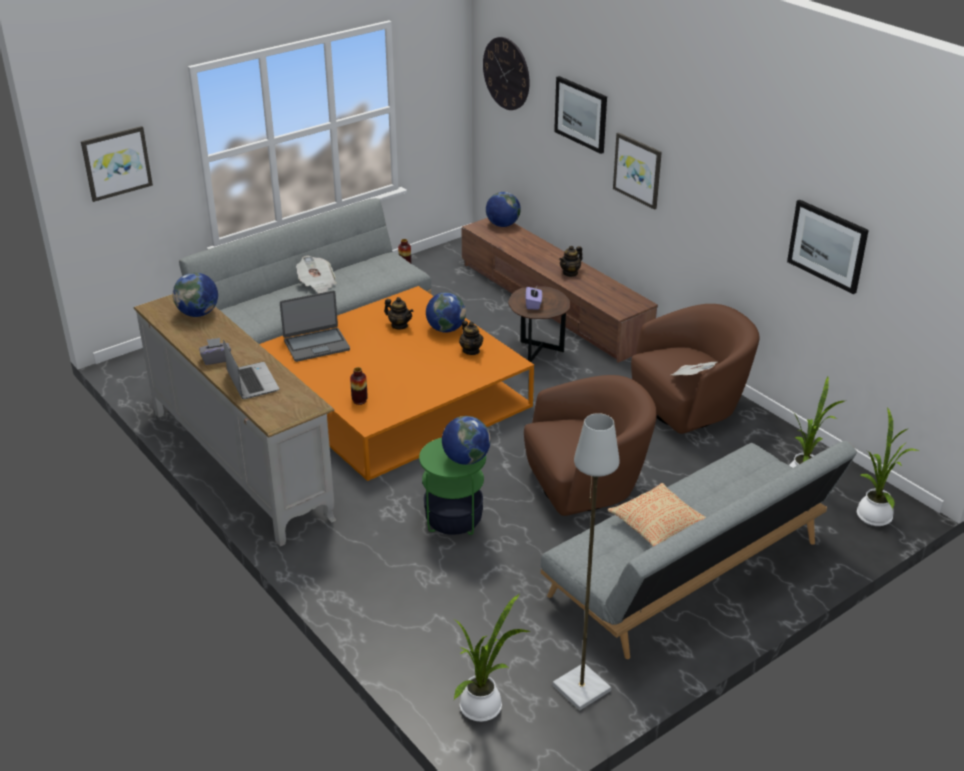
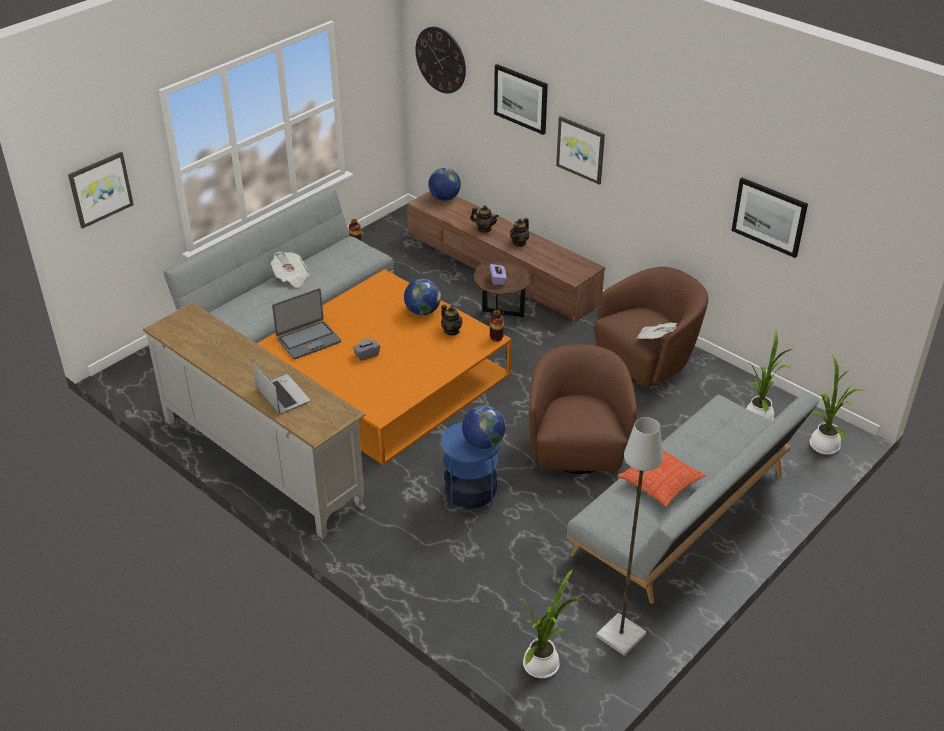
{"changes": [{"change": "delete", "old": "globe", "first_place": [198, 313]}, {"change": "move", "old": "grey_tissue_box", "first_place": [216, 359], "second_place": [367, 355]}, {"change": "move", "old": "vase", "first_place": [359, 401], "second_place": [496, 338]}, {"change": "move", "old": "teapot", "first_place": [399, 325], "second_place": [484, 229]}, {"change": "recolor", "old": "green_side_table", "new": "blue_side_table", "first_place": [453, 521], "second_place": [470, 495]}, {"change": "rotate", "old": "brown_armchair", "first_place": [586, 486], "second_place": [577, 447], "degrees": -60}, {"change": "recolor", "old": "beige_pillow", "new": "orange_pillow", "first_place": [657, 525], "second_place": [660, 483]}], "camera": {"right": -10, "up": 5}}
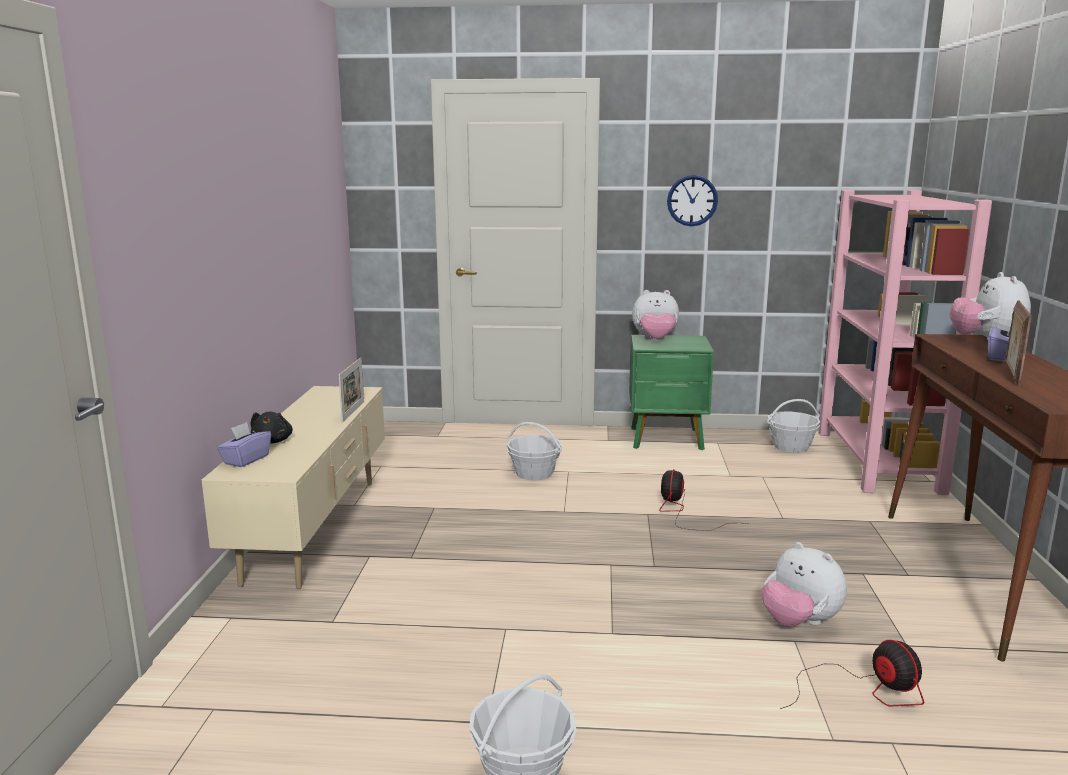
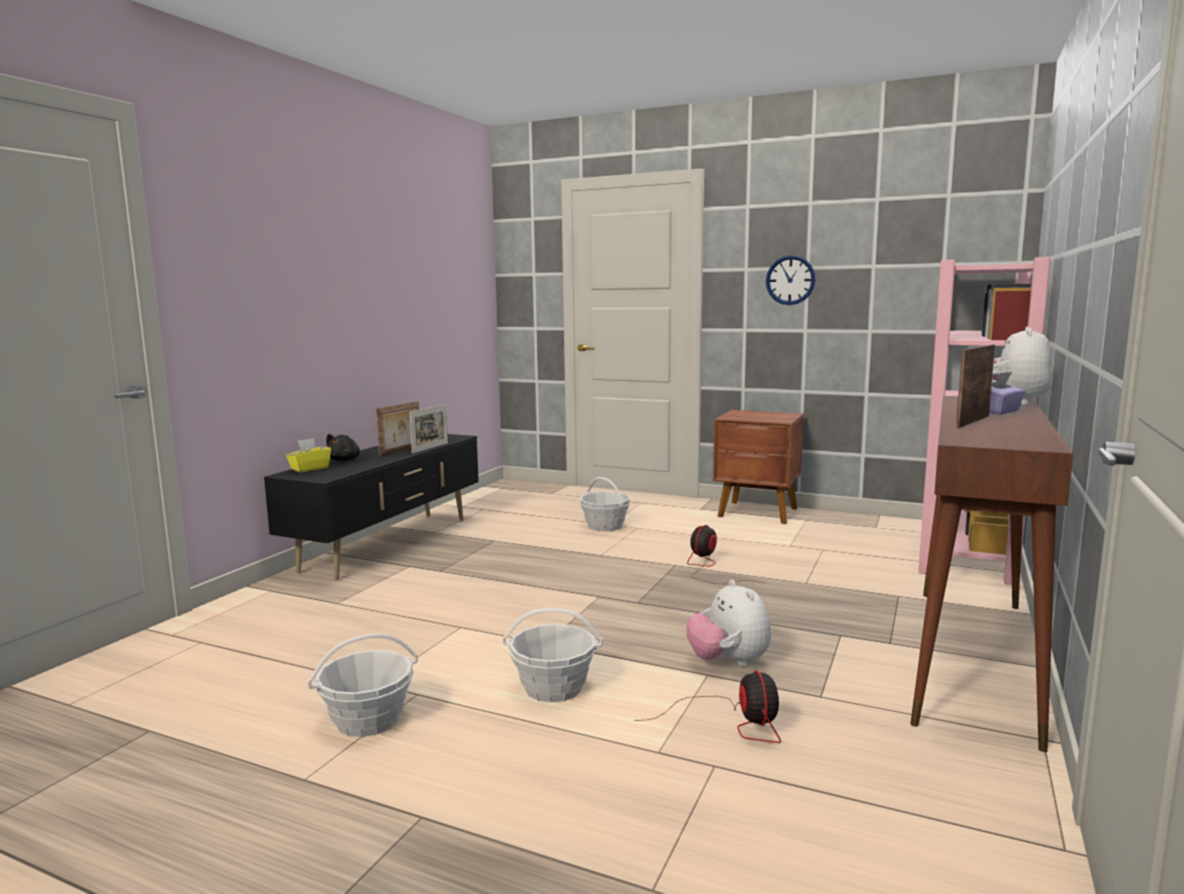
{"changes": [{"change": "recolor", "old": "beige_tv_stand", "new": "black_tv_stand", "first_place": [315, 528], "second_place": [390, 544]}, {"change": "recolor", "old": "purple_tissue_box", "new": "yellow_tissue_box", "first_place": [246, 460], "second_place": [309, 468]}, {"change": "recolor", "old": "green_nightstand", "new": "brown_nightstand", "first_place": [667, 439], "second_place": [758, 513]}, {"change": "delete", "old": "plush_toy", "first_place": [655, 340]}, {"change": "move", "old": "basket", "first_place": [791, 446], "second_place": [553, 688]}, {"change": "insert", "new": "picture_frame", "second_place": [401, 450]}], "camera": {"right": 20, "up": -5}}
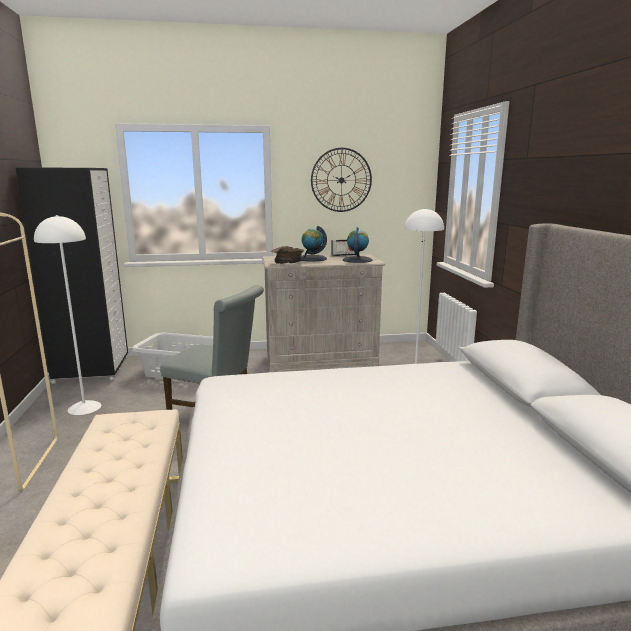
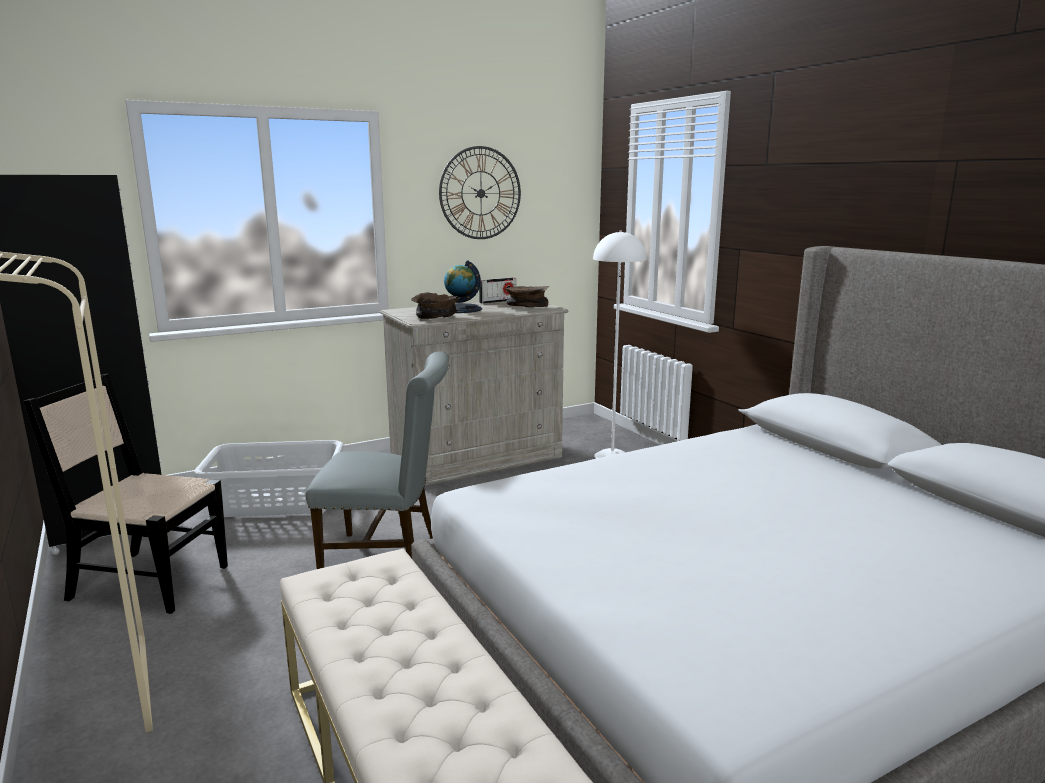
{"changes": [{"change": "replace", "old": "white_floor_lamp", "new": "chair", "first_place": [84, 407], "second_place": [150, 582]}, {"change": "replace", "old": "globe", "new": "brown_bowl", "first_place": [357, 260], "second_place": [525, 307]}], "camera": {"right": -20, "up": 0}}
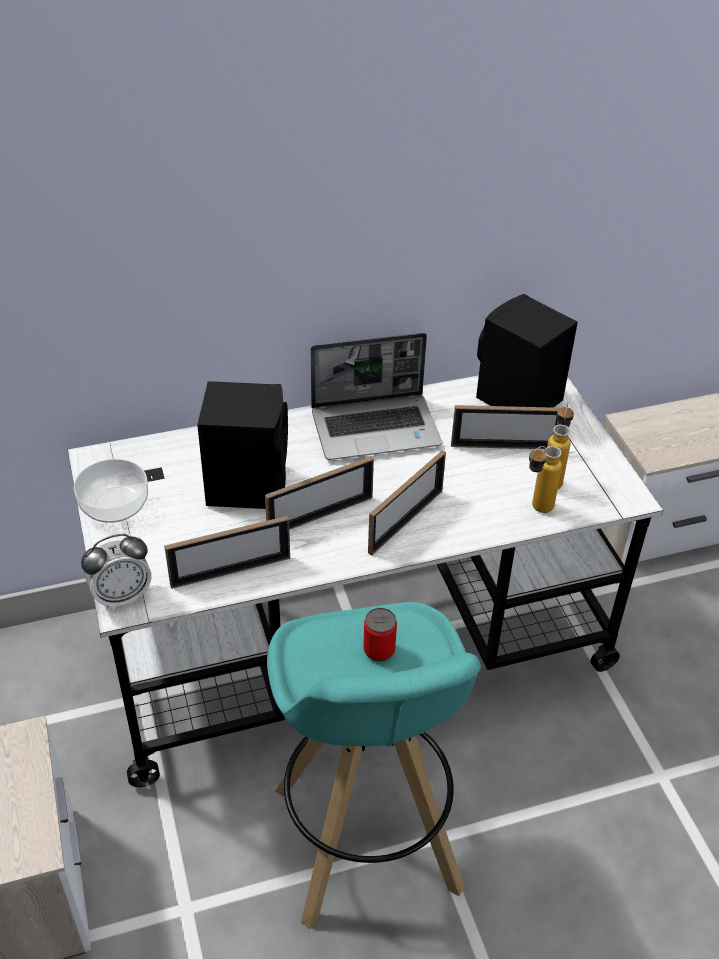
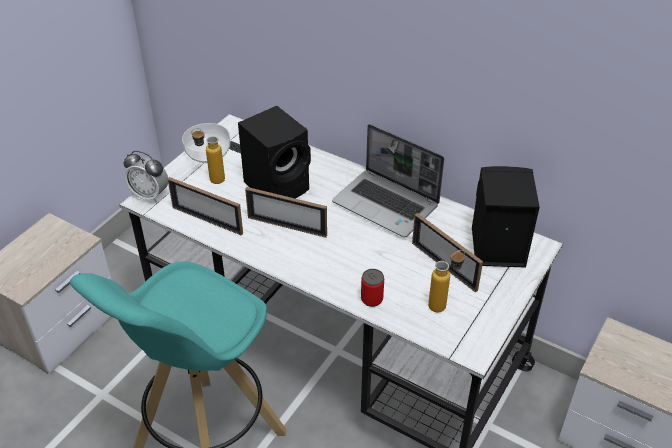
{"changes": [{"change": "move", "old": "can", "first_place": [379, 650], "second_place": [372, 299]}, {"change": "delete", "old": "picture_frame", "first_place": [406, 521]}, {"change": "move", "old": "bottle", "first_place": [535, 510], "second_place": [211, 179]}], "camera": {"right": 50, "up": 0}}
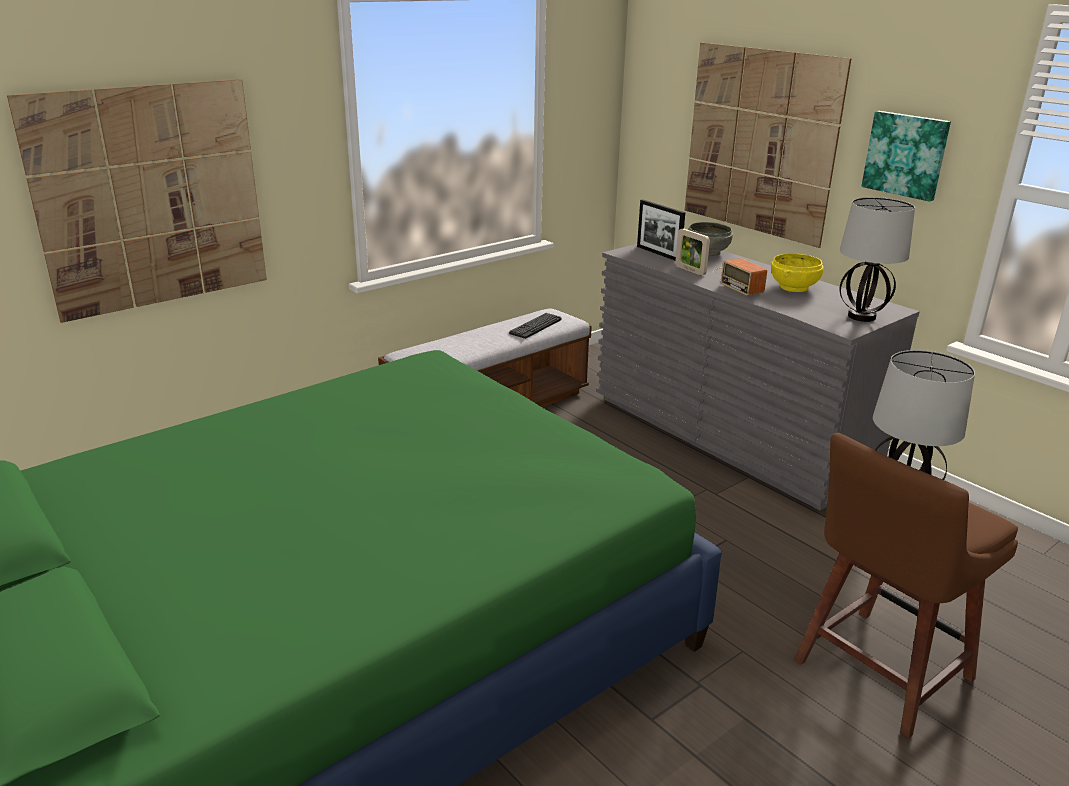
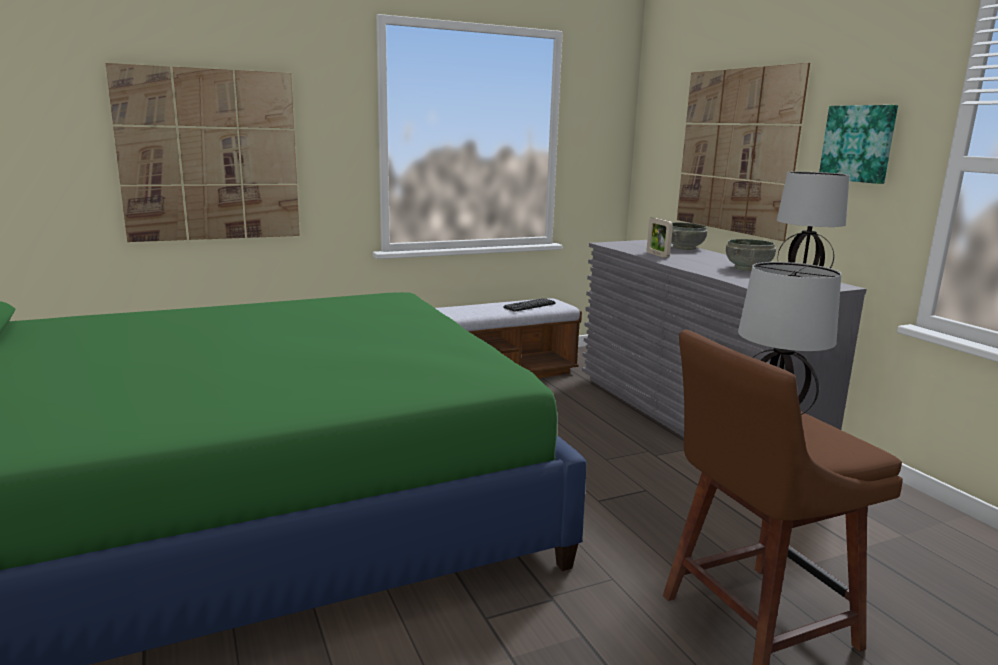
{"changes": [{"change": "delete", "old": "picture_frame", "first_place": [658, 253]}, {"change": "delete", "old": "radio", "first_place": [739, 280]}, {"change": "recolor", "old": "yellow_bowl", "new": "grey_bowl", "first_place": [794, 287], "second_place": [748, 268]}], "camera": {"right": 15, "up": -10}}
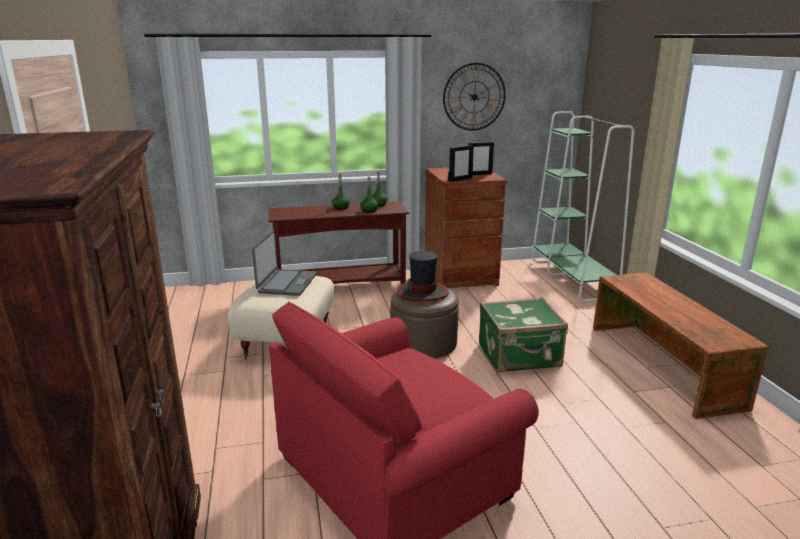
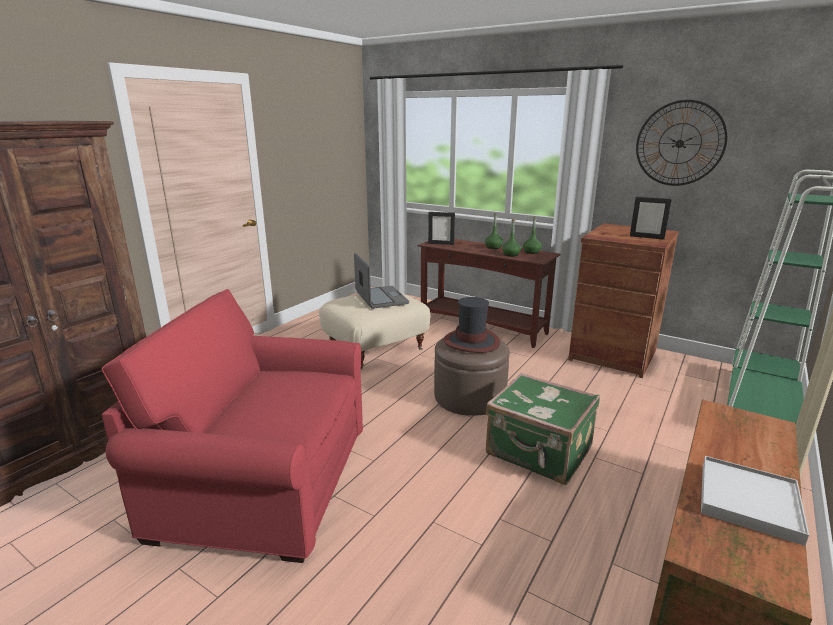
{"changes": [{"change": "rotate", "old": "laptop", "first_place": [286, 283], "second_place": [380, 298], "degrees": -75}, {"change": "move", "old": "picture_frame", "first_place": [460, 179], "second_place": [441, 243]}, {"change": "insert", "new": "white_tray", "second_place": [748, 501]}], "camera": {"right": 45, "up": 0}}
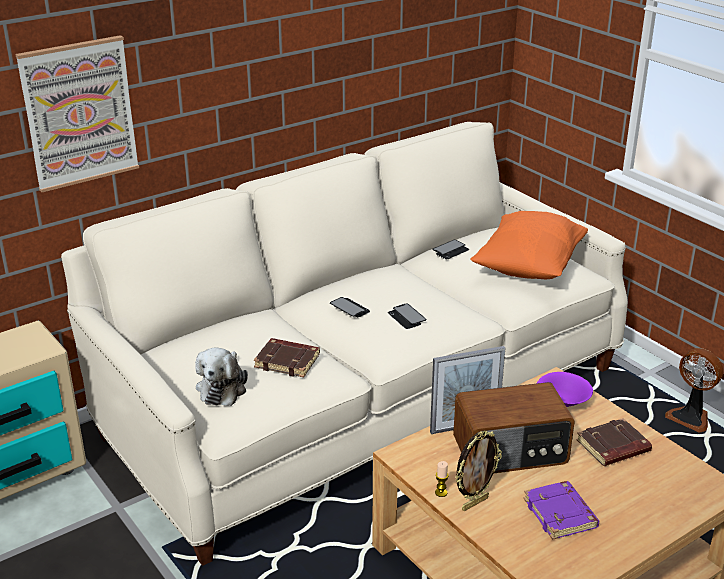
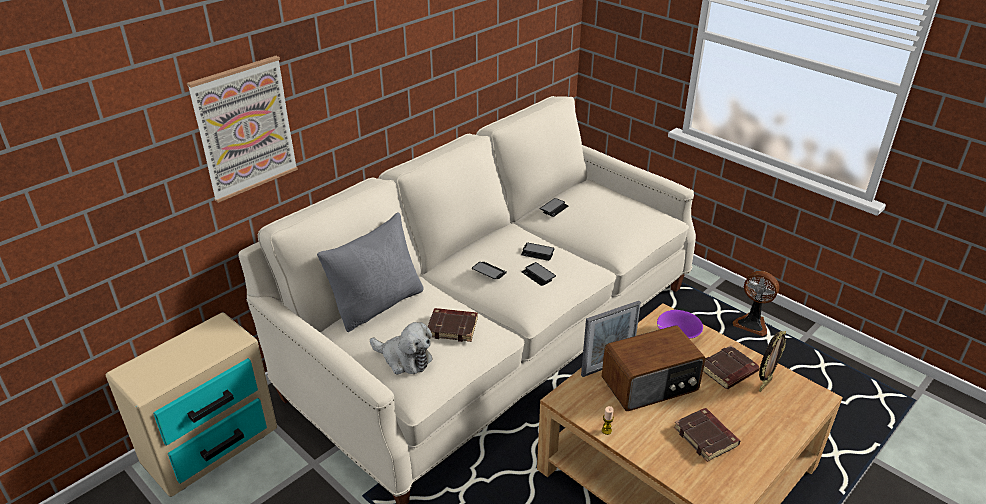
{"changes": [{"change": "rotate", "old": "plush_toy", "first_place": [223, 387], "second_place": [404, 359], "degrees": -60}, {"change": "move", "old": "picture_frame", "first_place": [474, 503], "second_place": [764, 384]}, {"change": "delete", "old": "orange_pillow", "first_place": [528, 267]}, {"change": "recolor", "old": "purple_book", "new": "brown_book", "first_place": [561, 514], "second_place": [706, 437]}, {"change": "insert", "new": "grey_pillow", "second_place": [378, 304]}, {"change": "insert", "new": "phone", "second_place": [537, 252]}], "camera": {"right": -10, "up": 5}}
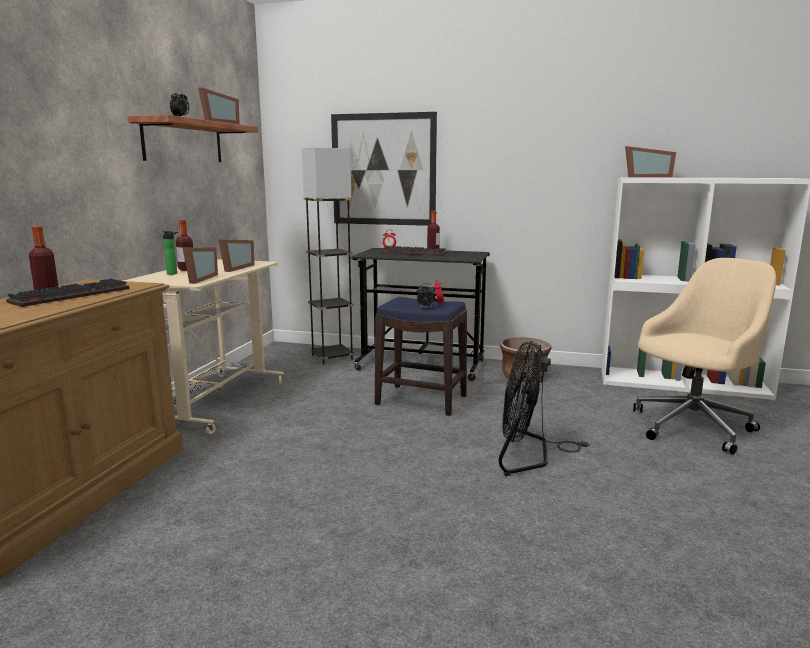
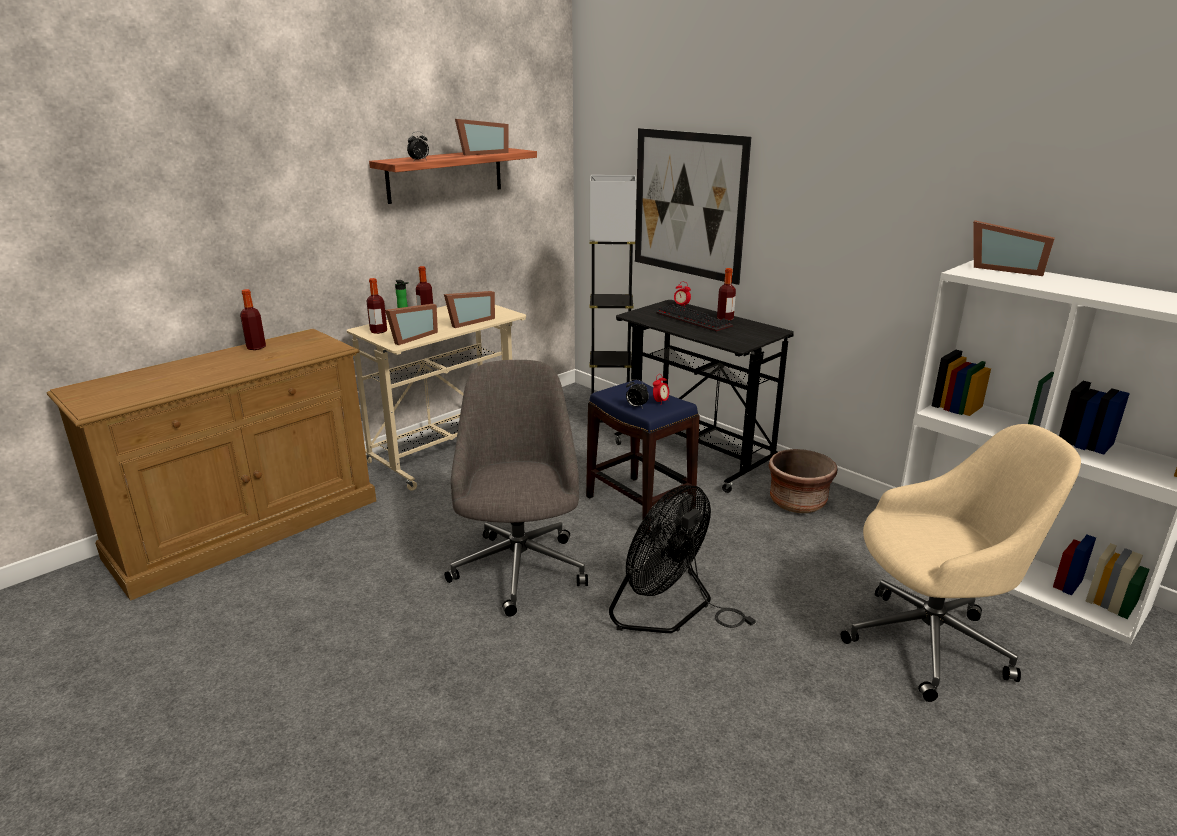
{"changes": [{"change": "delete", "old": "keyboard", "first_place": [72, 295]}, {"change": "insert", "new": "bottle", "second_place": [378, 331]}, {"change": "insert", "new": "grey_office_chair", "second_place": [519, 568]}], "camera": {"right": 30, "up": 10}}
